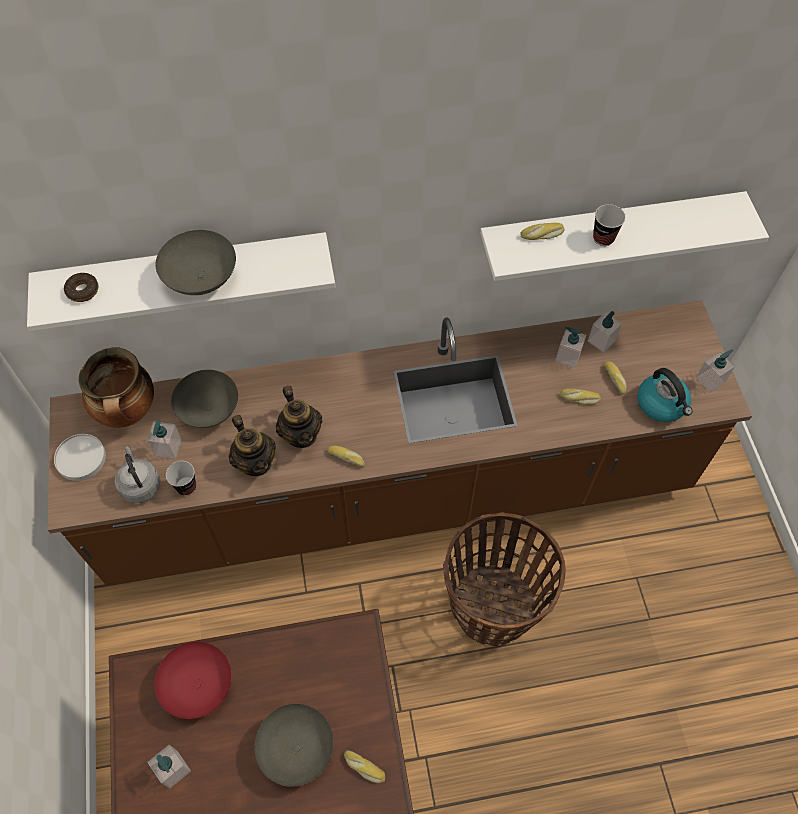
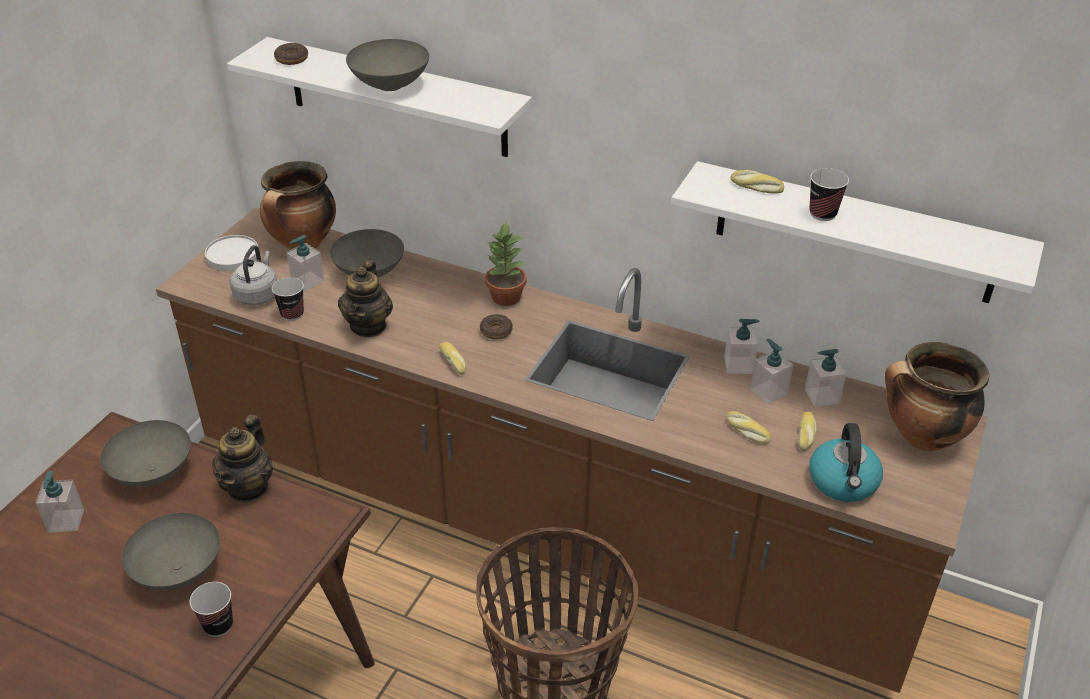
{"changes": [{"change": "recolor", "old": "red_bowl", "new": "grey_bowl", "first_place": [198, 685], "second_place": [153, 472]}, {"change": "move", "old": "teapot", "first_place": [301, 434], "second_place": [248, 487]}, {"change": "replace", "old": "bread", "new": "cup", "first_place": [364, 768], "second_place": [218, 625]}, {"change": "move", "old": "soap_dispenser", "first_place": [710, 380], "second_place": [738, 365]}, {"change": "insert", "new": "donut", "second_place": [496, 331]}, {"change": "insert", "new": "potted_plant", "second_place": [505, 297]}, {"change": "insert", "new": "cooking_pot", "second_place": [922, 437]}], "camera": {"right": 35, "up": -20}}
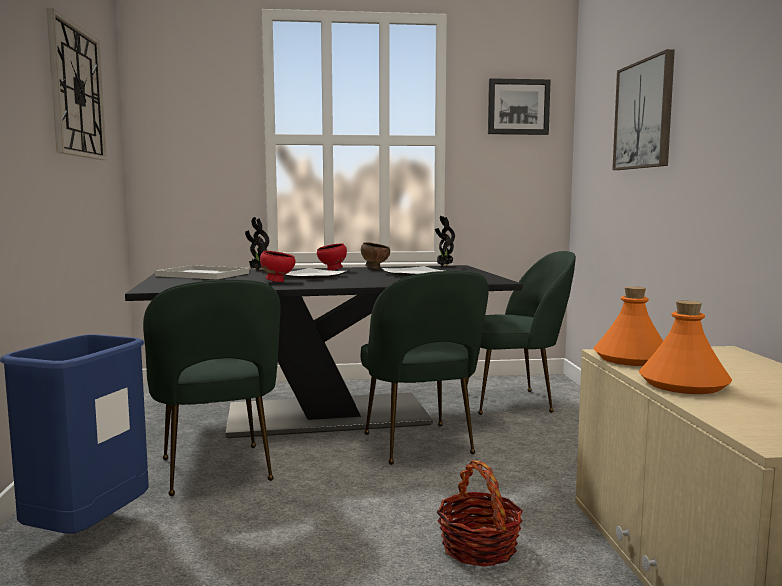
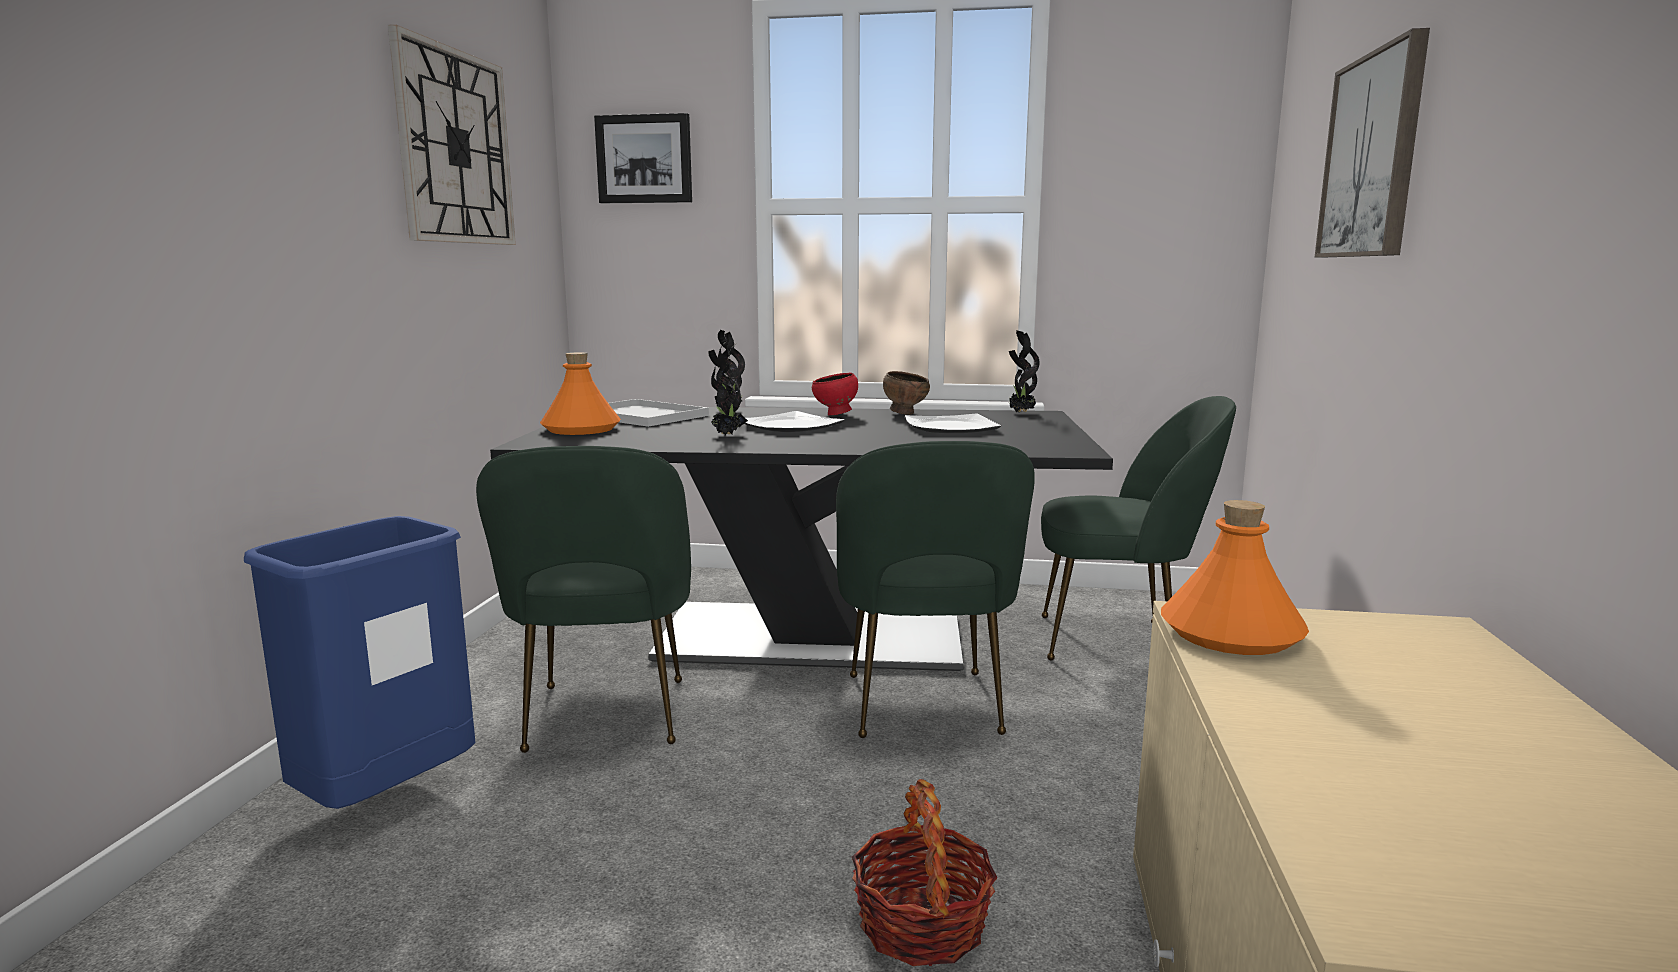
{"changes": [{"change": "replace", "old": "red_bowl", "new": "potted_plant", "first_place": [277, 281], "second_place": [727, 435]}, {"change": "move", "old": "picture", "first_place": [518, 107], "second_place": [644, 159]}, {"change": "move", "old": "orange_bottle", "first_place": [684, 384], "second_place": [582, 429]}], "camera": {"right": 15, "up": 5}}
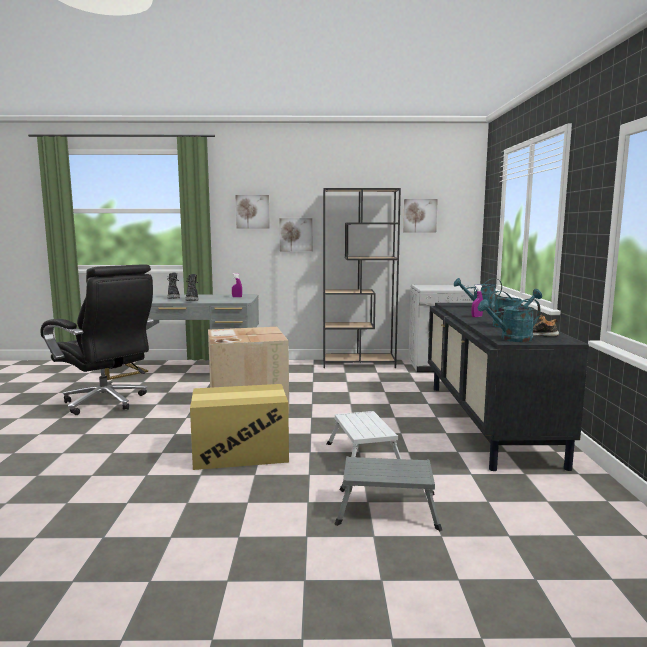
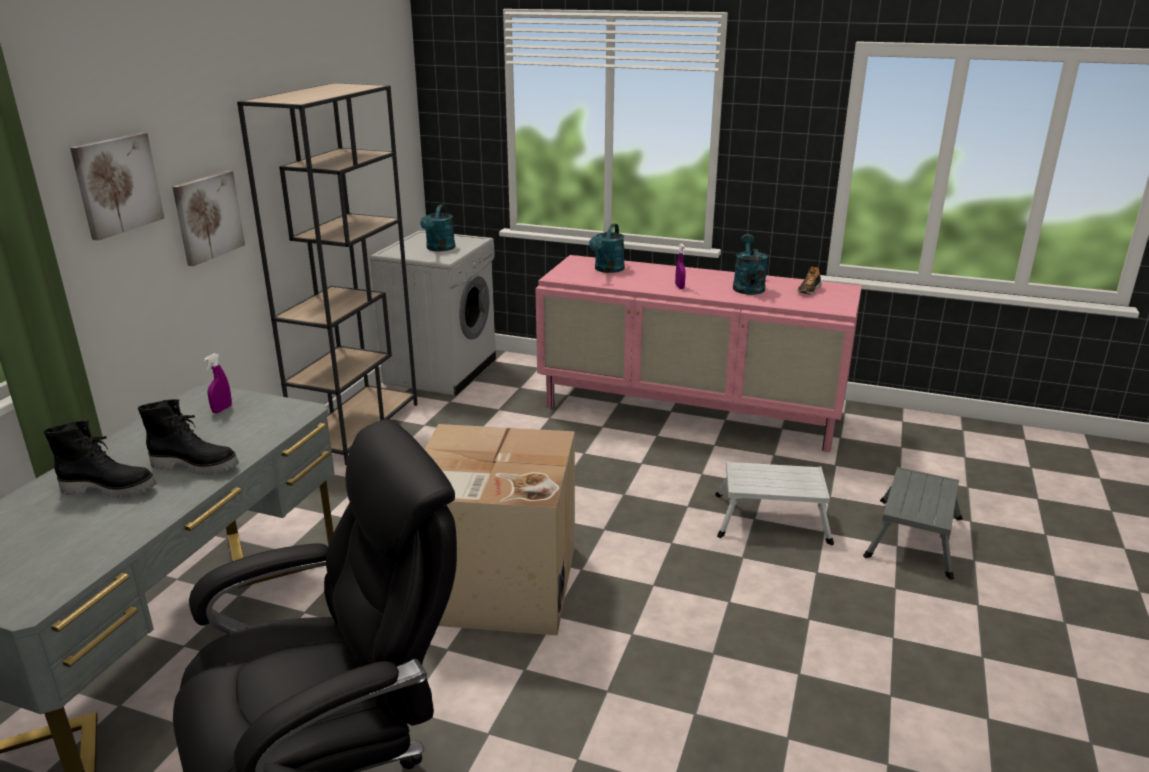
{"changes": [{"change": "delete", "old": "cardboard_box", "first_place": [241, 453]}, {"change": "delete", "old": "picture", "first_place": [420, 215]}, {"change": "recolor", "old": "black_cabinet", "new": "pink_cabinet", "first_place": [486, 422], "second_place": [690, 411]}, {"change": "move", "old": "turquoise_watering_can", "first_place": [511, 339], "second_place": [439, 249]}], "camera": {"right": -70, "up": 15}}
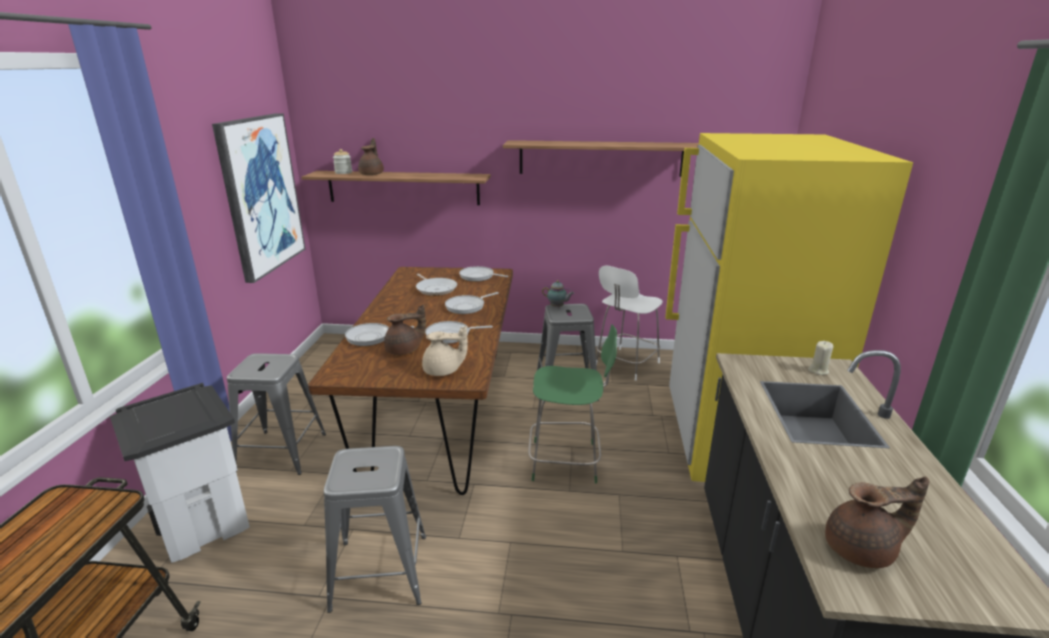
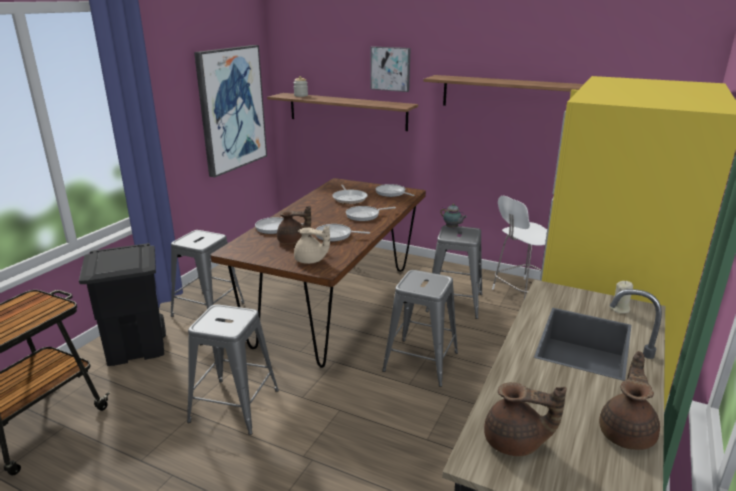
{"changes": [{"change": "recolor", "old": "white_trash_can", "new": "black_trash_can", "first_place": [205, 525], "second_place": [137, 347]}, {"change": "move", "old": "brown_teapot", "first_place": [372, 174], "second_place": [627, 433]}, {"change": "replace", "old": "green_chair", "new": "grey_stool", "first_place": [567, 461], "second_place": [420, 361]}, {"change": "insert", "new": "picture", "second_place": [390, 68]}], "camera": {"right": 20, "up": 0}}
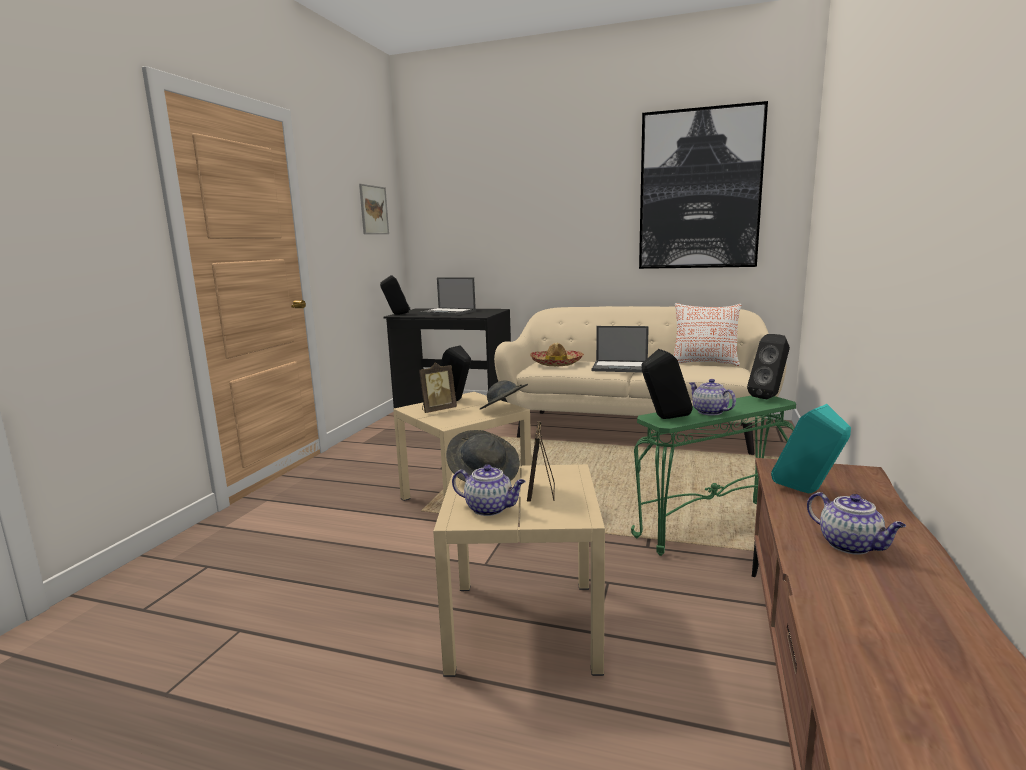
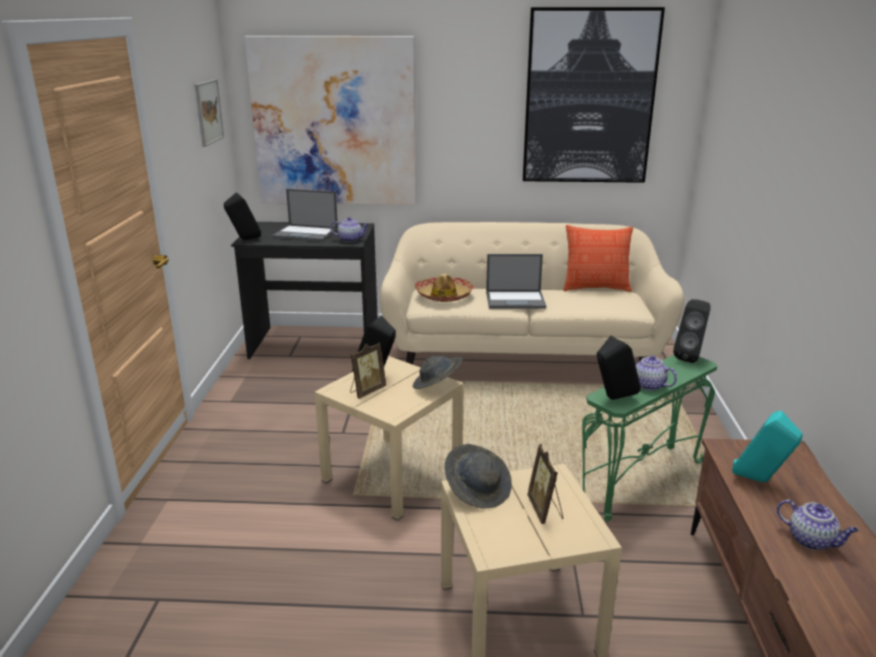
{"changes": [{"change": "move", "old": "teapot", "first_place": [490, 509], "second_place": [350, 240]}, {"change": "recolor", "old": "white_pillow", "new": "orange_pillow", "first_place": [705, 363], "second_place": [595, 288]}, {"change": "insert", "new": "picture", "second_place": [335, 122]}], "camera": {"right": -15, "up": 10}}
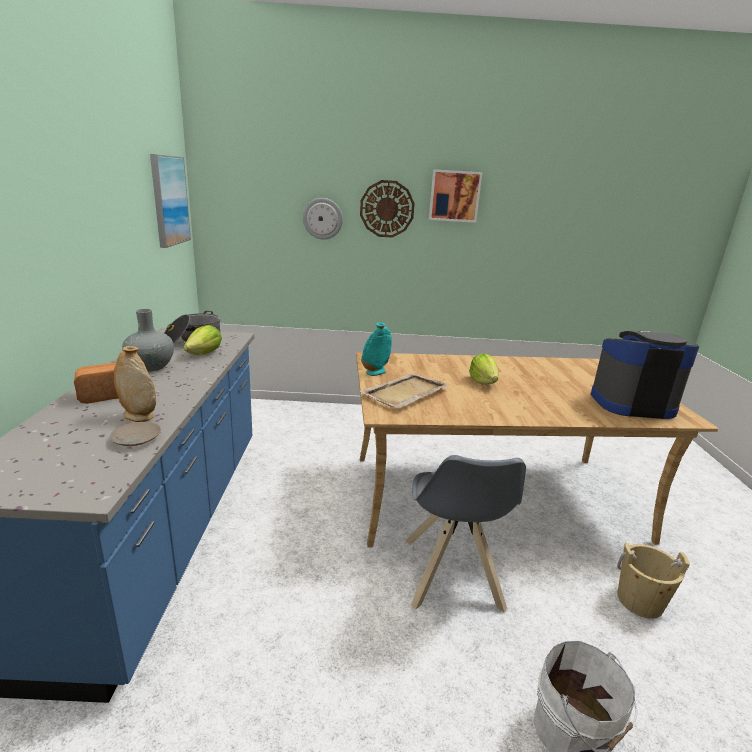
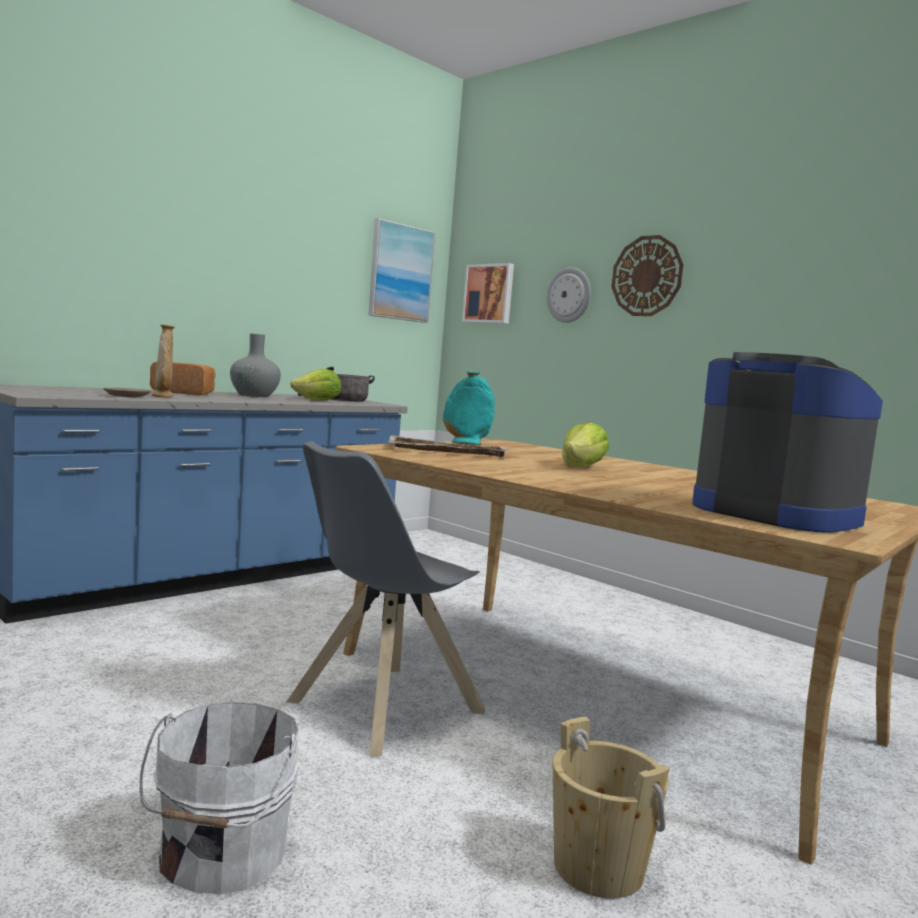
{"changes": [{"change": "move", "old": "picture", "first_place": [454, 196], "second_place": [489, 294]}], "camera": {"right": 45, "up": -15}}
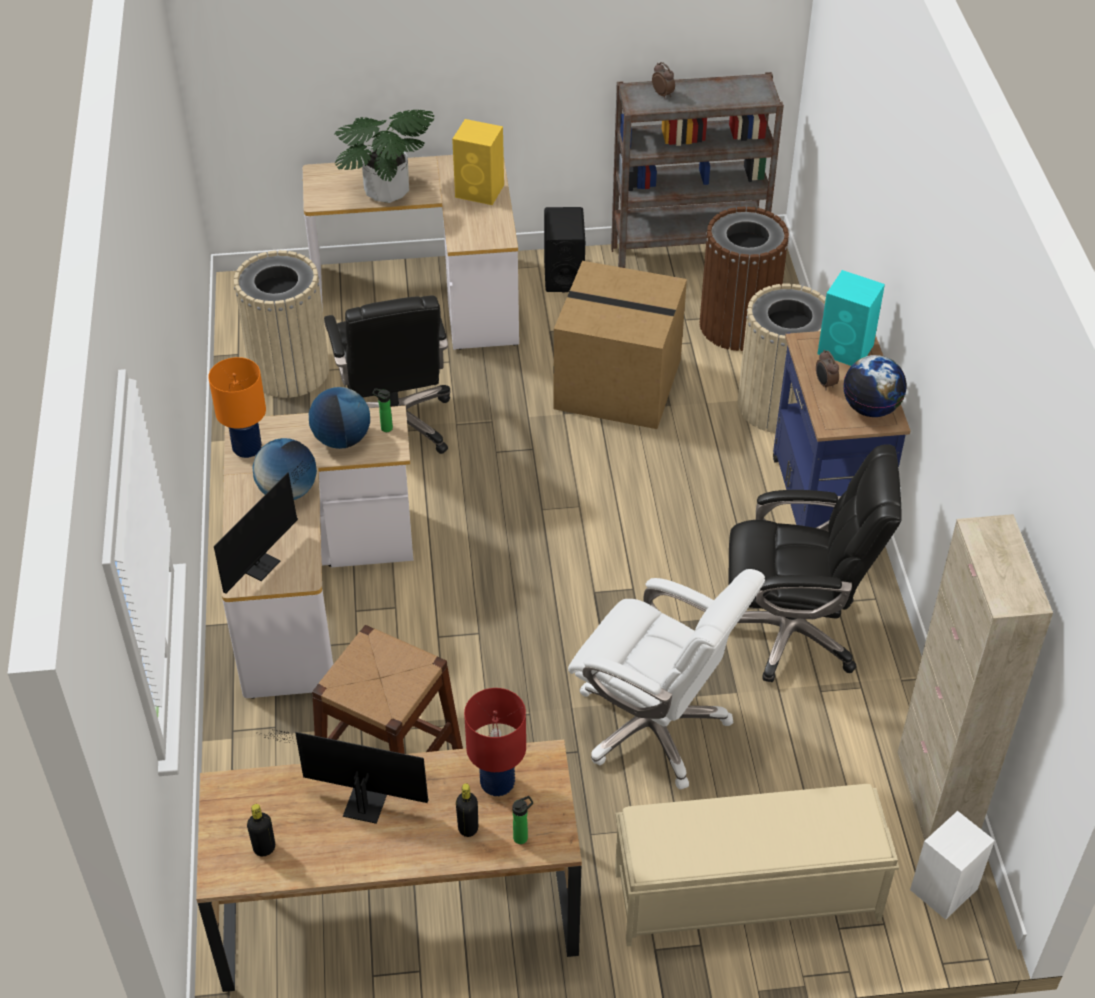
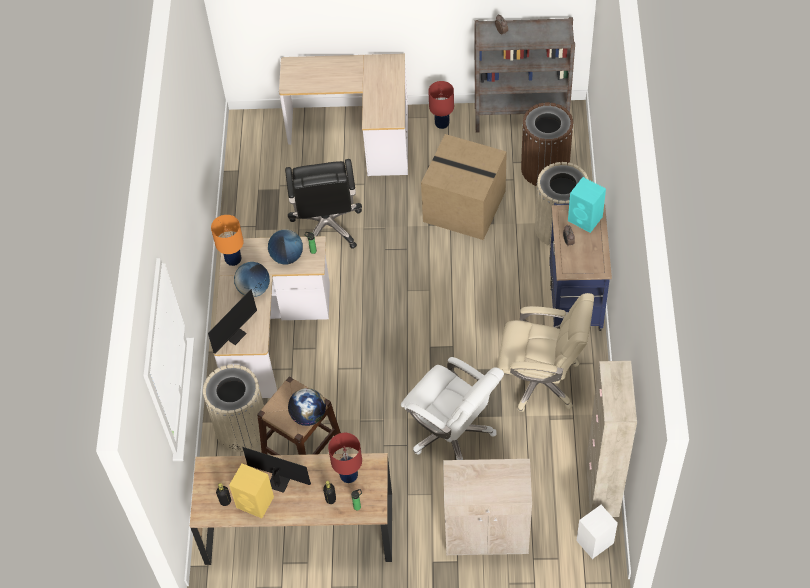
{"changes": [{"change": "move", "old": "beige_trash_can", "first_place": [289, 370], "second_place": [241, 428]}, {"change": "delete", "old": "potted_plant", "first_place": [386, 192]}, {"change": "move", "old": "yellow_speaker", "first_place": [481, 191], "second_place": [256, 502]}, {"change": "replace", "old": "black_speaker", "new": "red_table_lamp", "first_place": [563, 275], "second_place": [442, 124]}, {"change": "replace", "old": "beige_bench", "new": "beige_cabinet", "first_place": [744, 895], "second_place": [485, 536]}, {"change": "recolor", "old": "black_office_chair", "new": "beige_office_chair", "first_place": [791, 631], "second_place": [540, 380]}, {"change": "move", "old": "globe", "first_place": [871, 408], "second_place": [309, 415]}], "camera": {"right": 10, "up": 10}}
